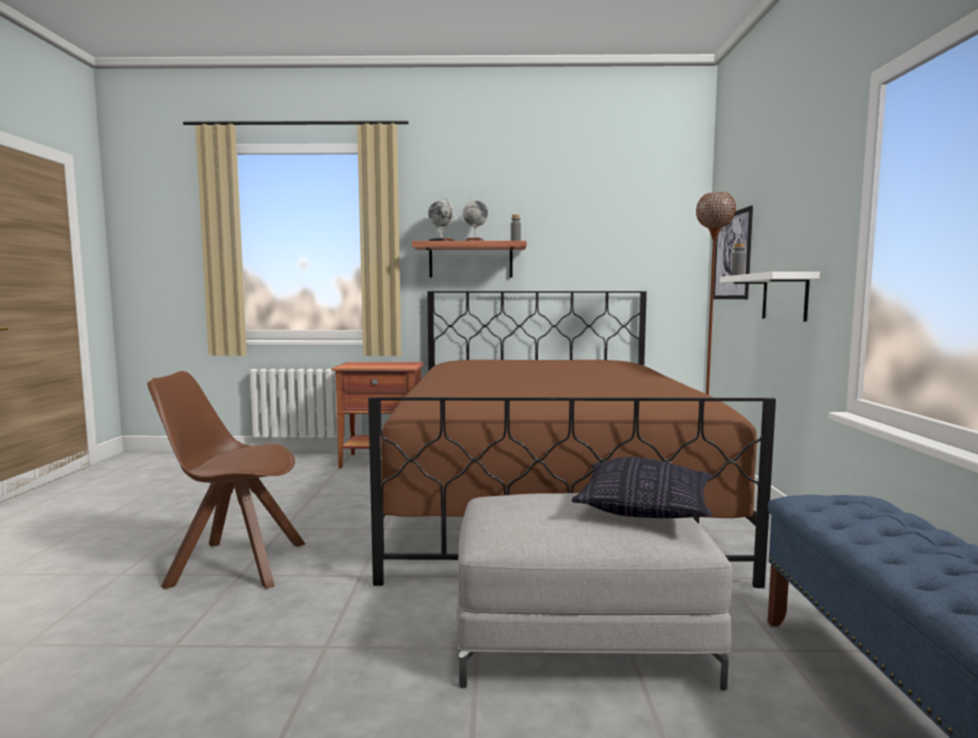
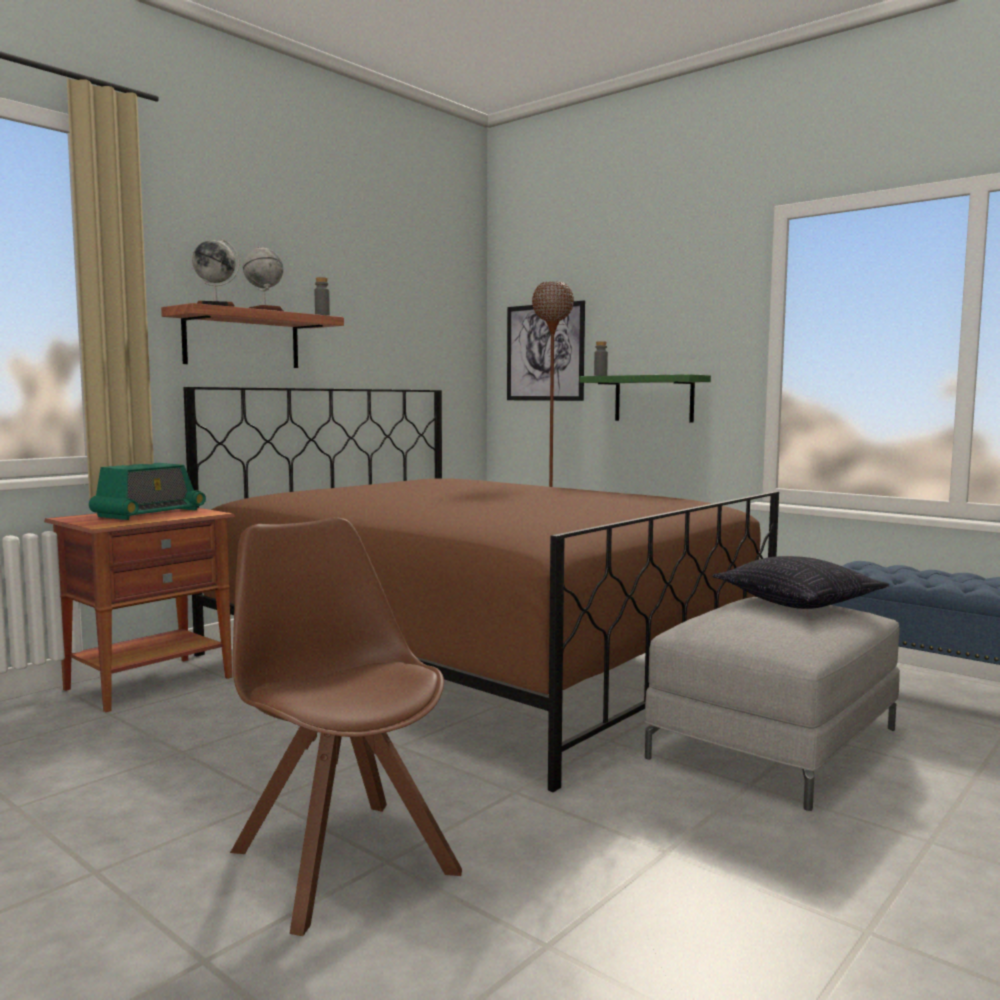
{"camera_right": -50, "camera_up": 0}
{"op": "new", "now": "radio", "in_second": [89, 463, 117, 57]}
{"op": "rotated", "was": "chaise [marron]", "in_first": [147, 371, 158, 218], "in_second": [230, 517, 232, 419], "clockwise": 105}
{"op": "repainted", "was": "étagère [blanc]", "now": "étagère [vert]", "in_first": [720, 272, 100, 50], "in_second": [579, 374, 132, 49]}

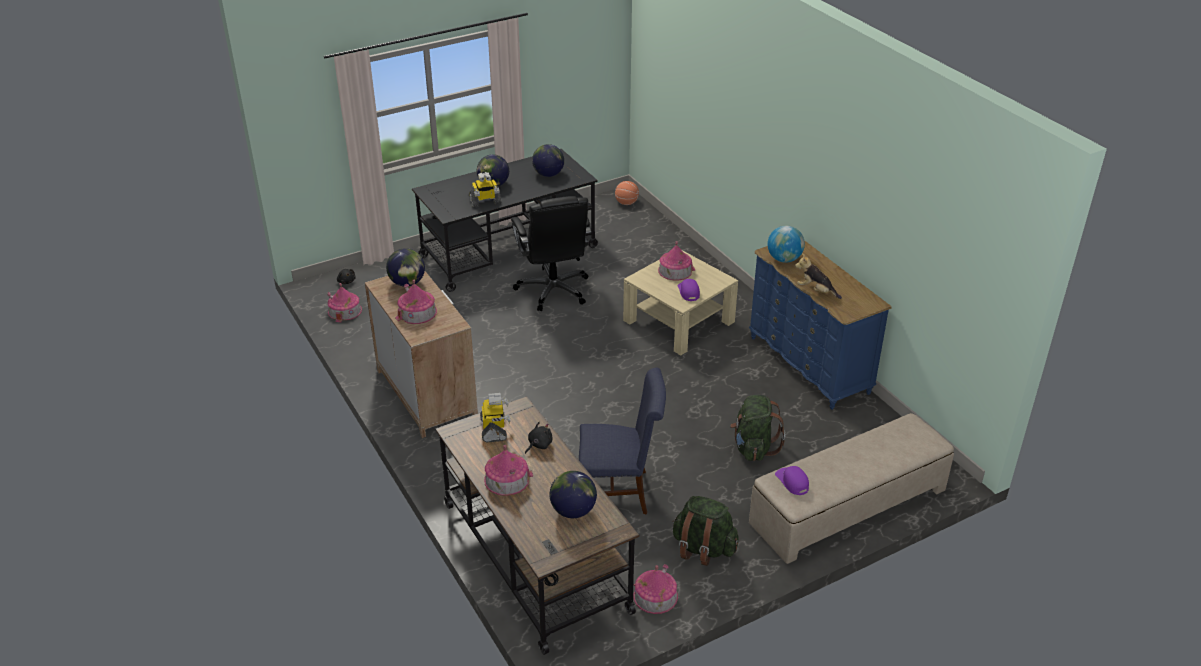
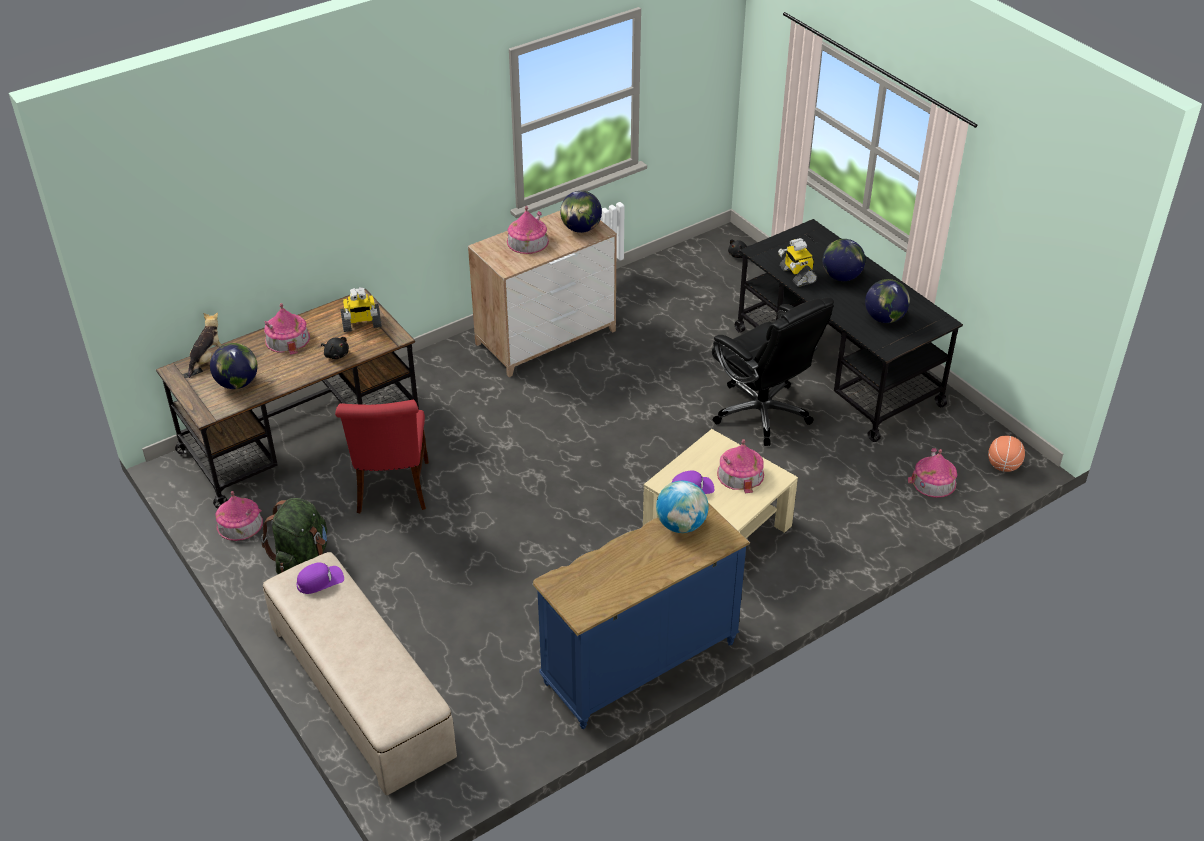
{"camera_right": 85, "camera_up": 5}
{"op": "shifted", "was": "peluche", "in_first": [795, 253, 47, 46], "in_second": [188, 313, 35, 65]}
{"op": "repainted", "was": "chaise [bleu]", "now": "chaise [rouge]", "in_first": [579, 367, 87, 147], "in_second": [335, 400, 94, 113]}
{"op": "rotated", "was": "chaise de bureau [noir]", "in_first": [511, 196, 80, 115], "in_second": [712, 297, 122, 149], "clockwise": -105}
{"op": "shifted", "was": "maison miniature", "in_first": [327, 283, 35, 40], "in_second": [908, 448, 49, 50]}
{"op": "gone", "was": "sac à dos [vert]", "in_first": [730, 395, 55, 66]}

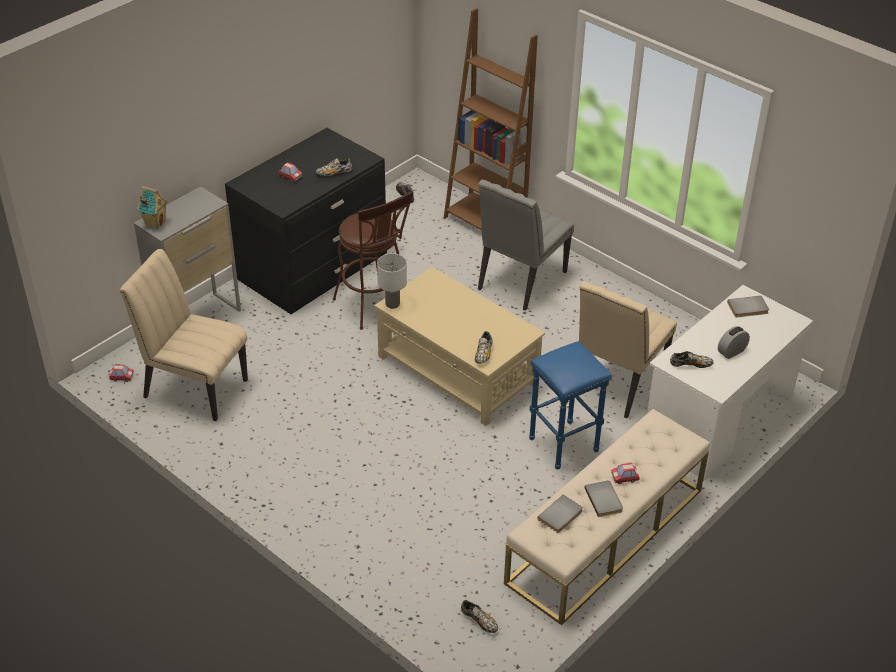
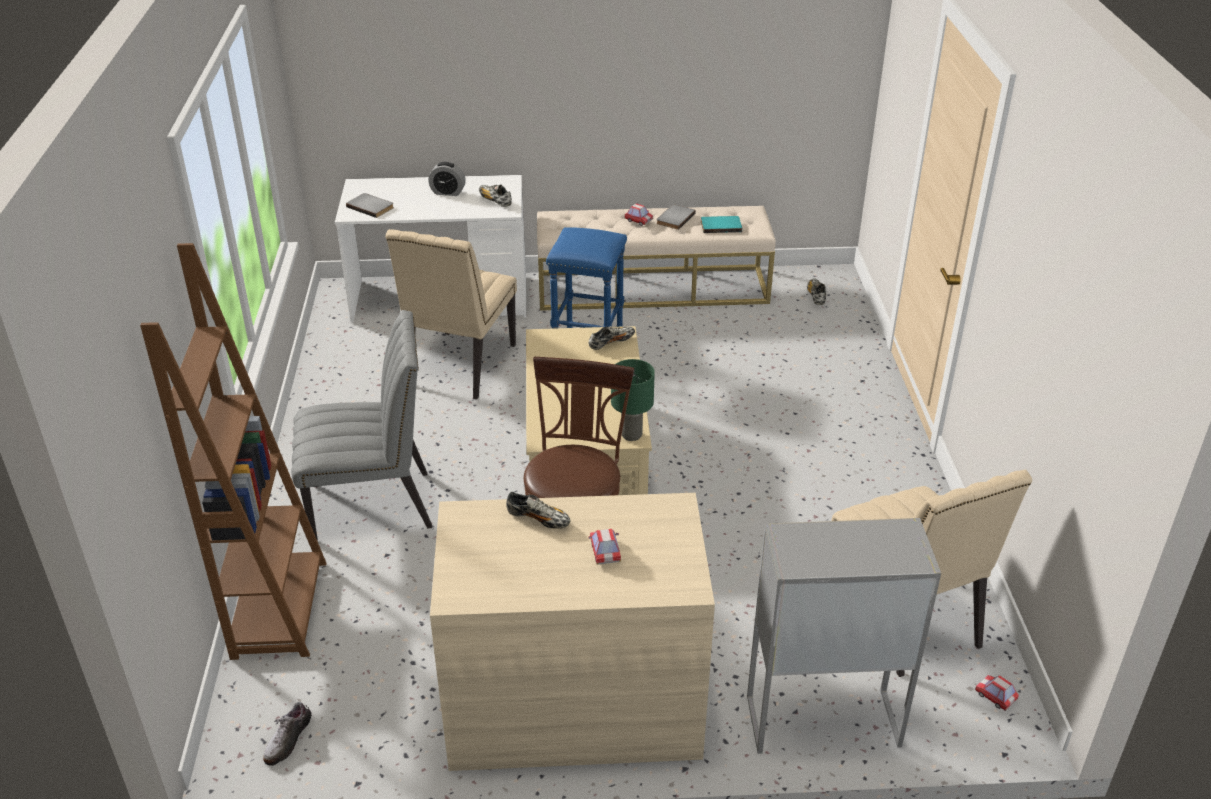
{"camera_right": -135, "camera_up": -5}
{"op": "rotated", "was": "chaise [beige]", "in_first": [579, 281, 98, 137], "in_second": [386, 229, 131, 171], "clockwise": 120}
{"op": "repainted", "was": "commode [noir]", "now": "commode [beige]", "in_first": [225, 128, 162, 186], "in_second": [430, 493, 285, 278]}
{"op": "repainted", "was": "lampe de table [blanc]", "now": "lampe de table [vert]", "in_first": [377, 253, 30, 56], "in_second": [611, 359, 44, 82]}
{"op": "repainted", "was": "livre [gris]", "now": "livre [turquoise]", "in_first": [537, 495, 46, 38], "in_second": [701, 216, 41, 17]}
{"op": "gone", "was": "maison miniature", "in_first": [137, 186, 31, 43]}

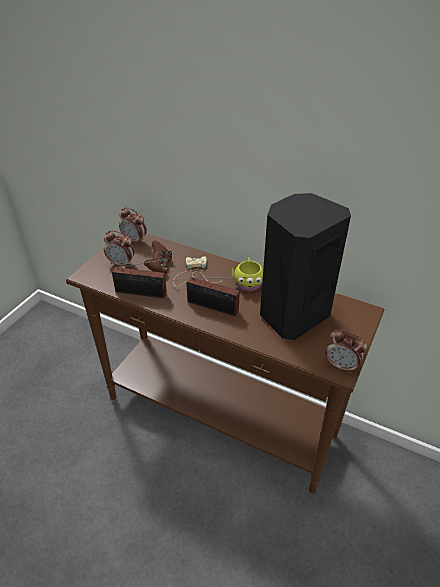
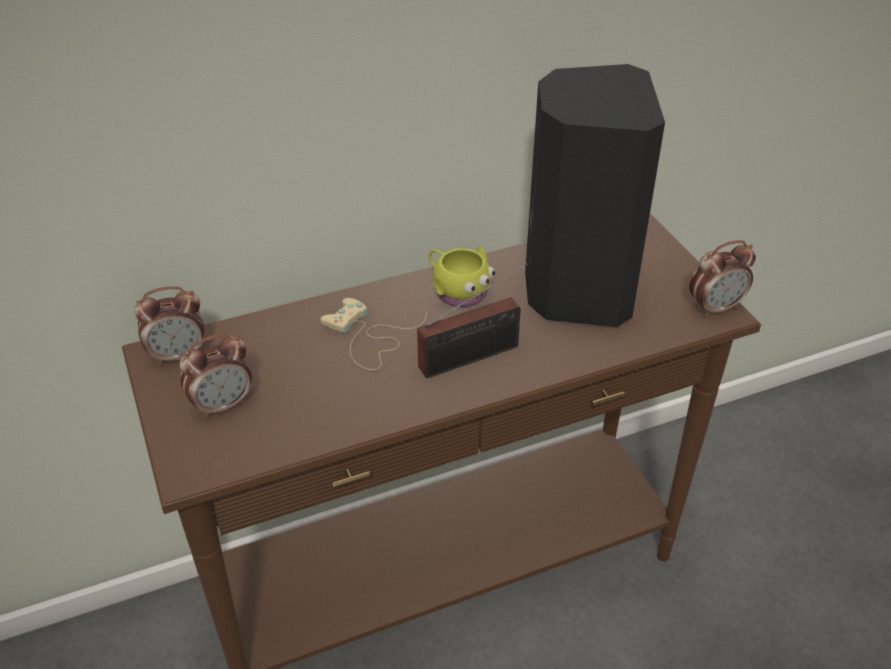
{"camera_right": -50, "camera_up": 0}
{"op": "gone", "was": "radio", "in_first": [112, 258, 57, 40]}
{"op": "gone", "was": "manette [marron]", "in_first": [144, 240, 28, 34]}

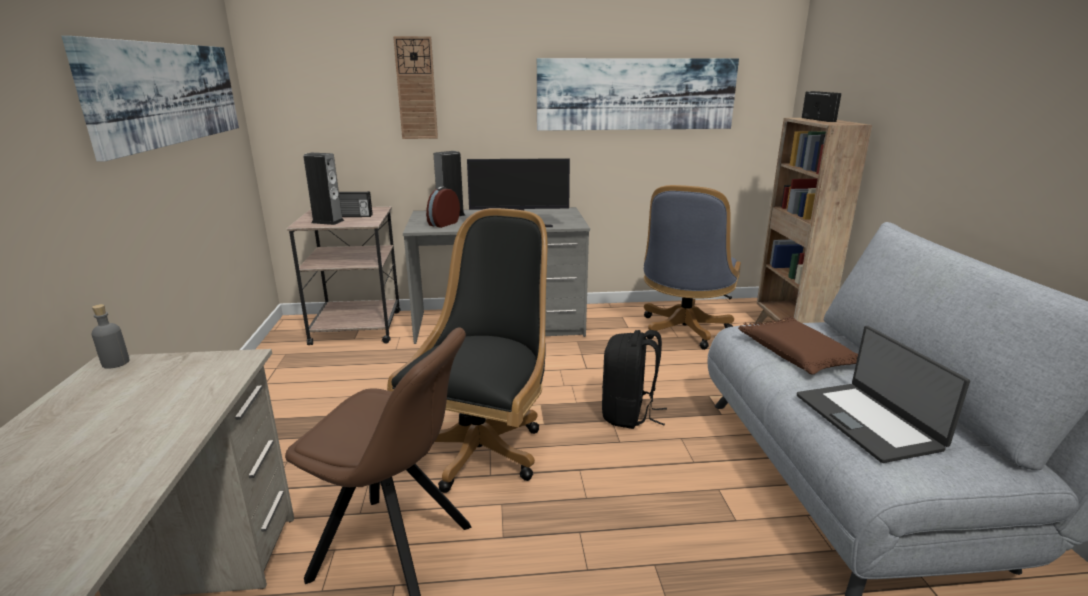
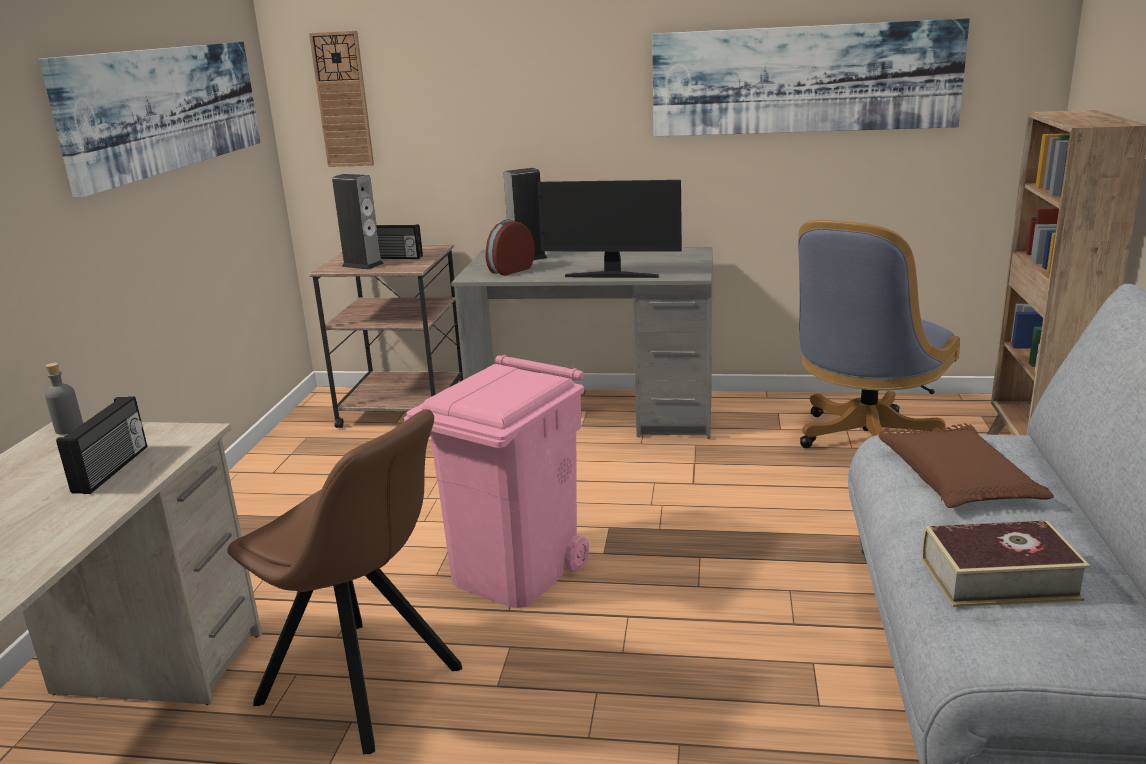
{"camera_right": 15, "camera_up": 0}
{"op": "shifted", "was": "radio", "in_first": [802, 91, 39, 31], "in_second": [56, 396, 91, 98]}
{"op": "shifted", "was": "horloge murale", "in_first": [393, 36, 45, 103], "in_second": [309, 31, 65, 136]}
{"op": "swapped", "was": "chaise de bureau [noir]", "now": "poubelle [rose]", "in_first": [387, 208, 160, 285], "in_second": [404, 355, 185, 253]}
{"op": "swapped", "was": "ordinateur portable", "now": "livre", "in_first": [797, 326, 173, 137], "in_second": [922, 520, 168, 87]}
{"op": "gone", "was": "sac à dos [noir]", "in_first": [602, 330, 65, 99]}

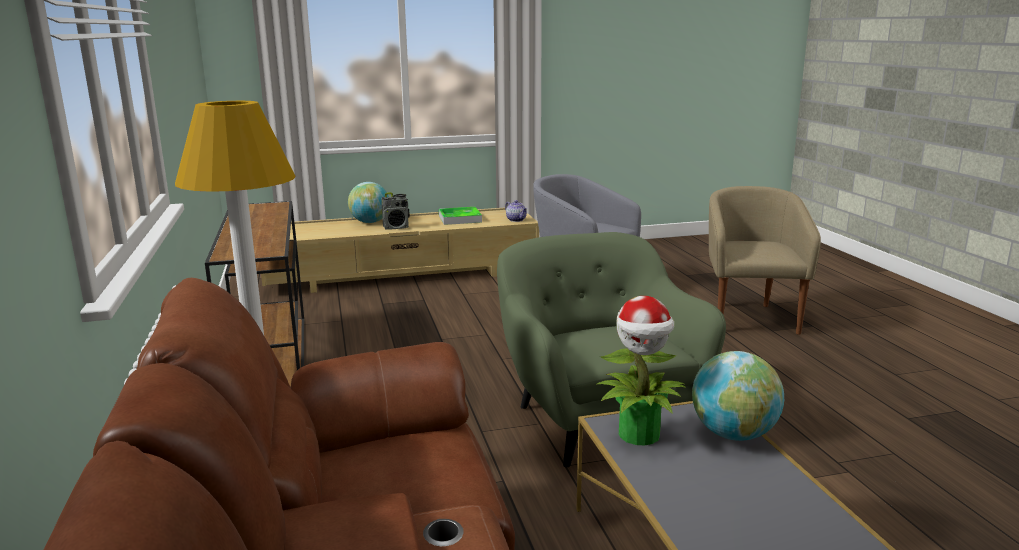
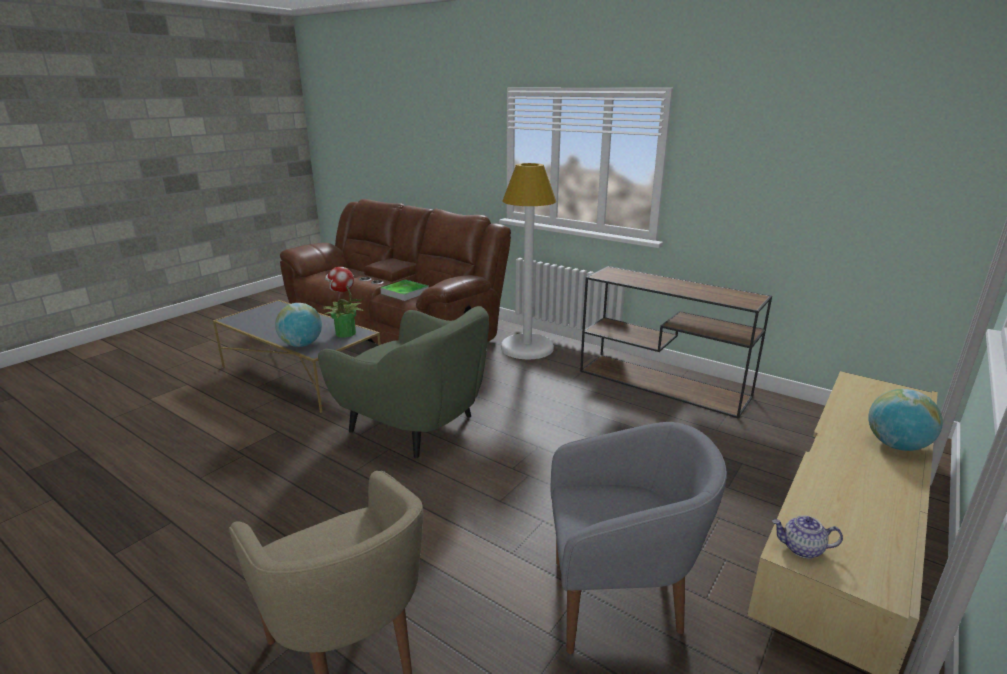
{"camera_right": 140, "camera_up": 5}
{"op": "shifted", "was": "plateau", "in_first": [439, 207, 43, 18], "in_second": [380, 279, 49, 22]}
{"op": "gone", "was": "radio", "in_first": [381, 192, 29, 38]}

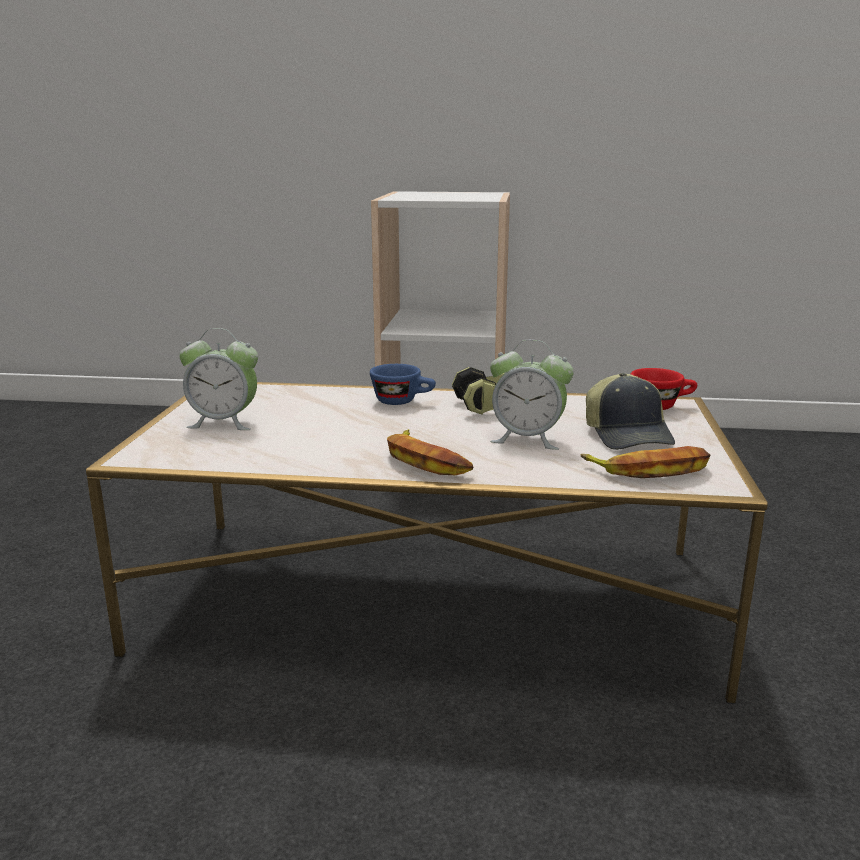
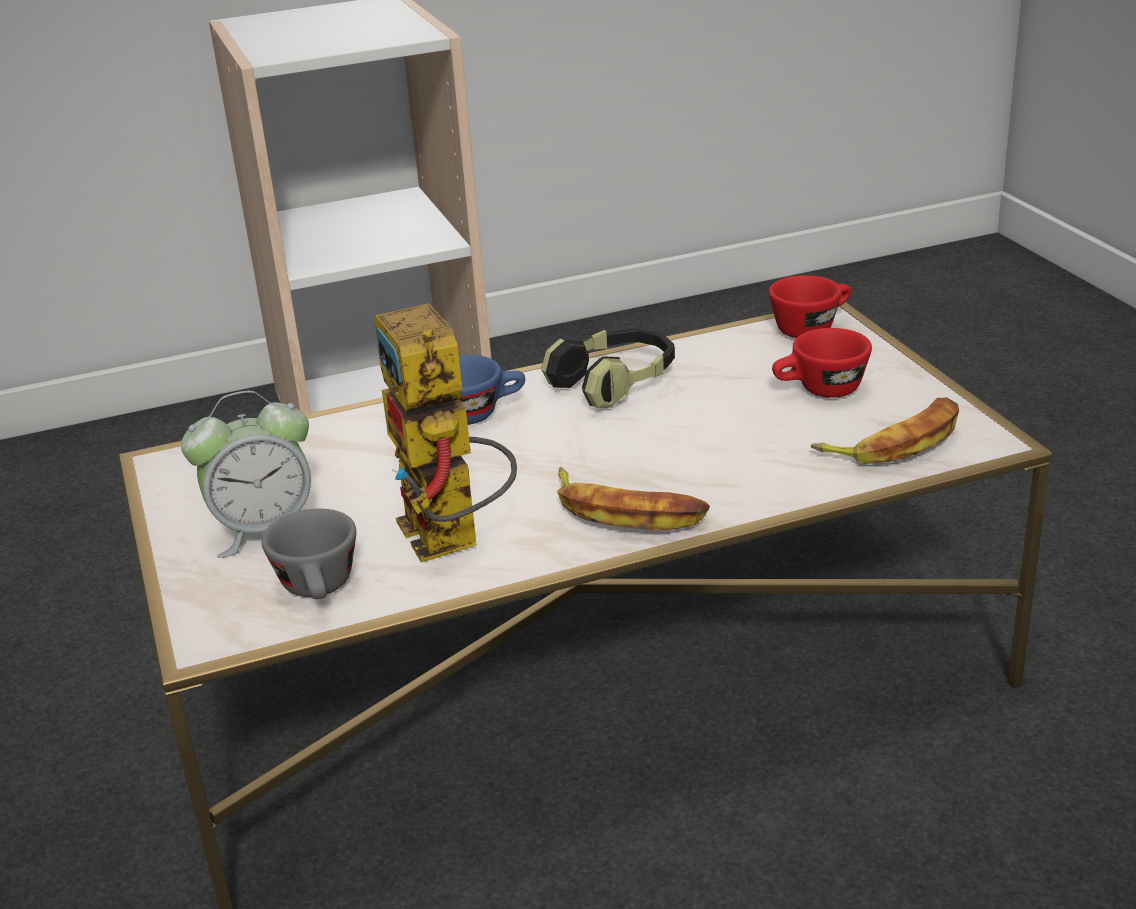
{"camera_right": -25, "camera_up": 10}
{"op": "new", "now": "tasse [gris]", "in_second": [262, 508, 94, 91]}
{"op": "new", "now": "robot jouet", "in_second": [374, 303, 143, 260]}
{"op": "swapped", "was": "casquette", "now": "tasse [rouge]", "in_first": [586, 373, 89, 77], "in_second": [772, 328, 100, 70]}
{"op": "gone", "was": "réveil", "in_first": [490, 340, 84, 110]}

